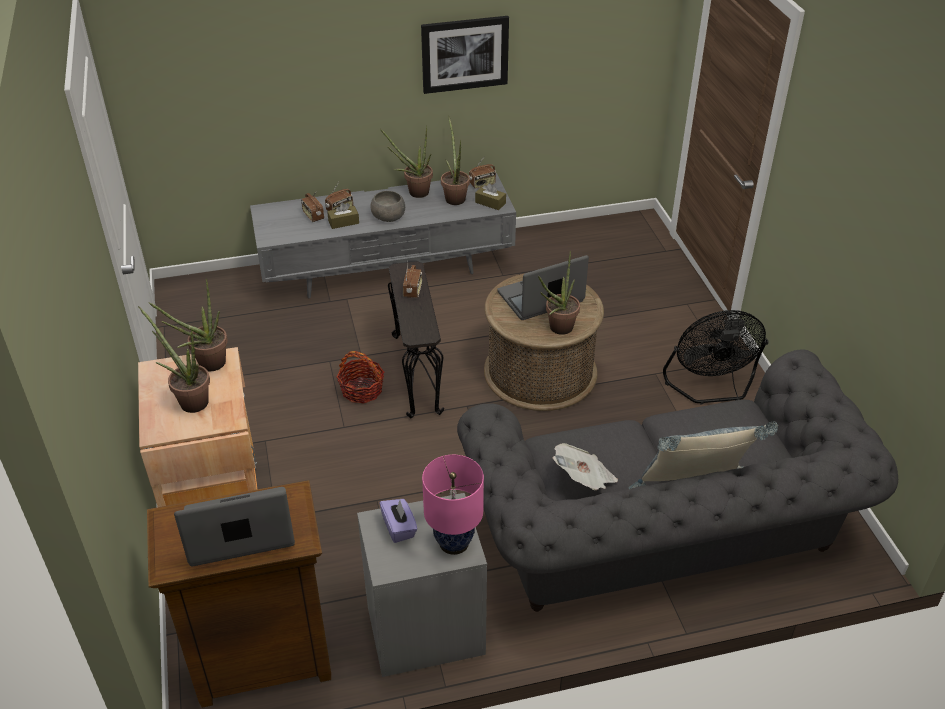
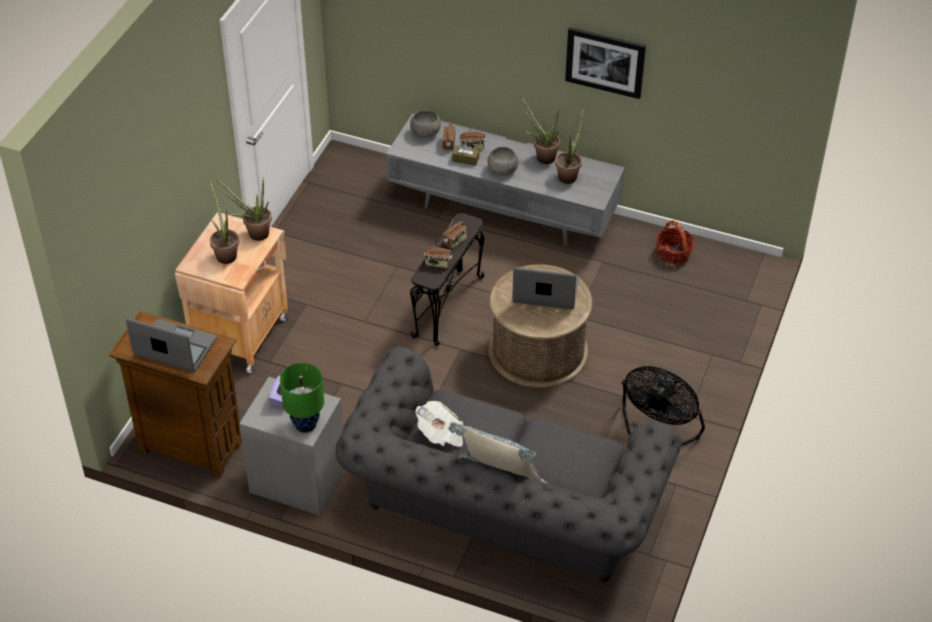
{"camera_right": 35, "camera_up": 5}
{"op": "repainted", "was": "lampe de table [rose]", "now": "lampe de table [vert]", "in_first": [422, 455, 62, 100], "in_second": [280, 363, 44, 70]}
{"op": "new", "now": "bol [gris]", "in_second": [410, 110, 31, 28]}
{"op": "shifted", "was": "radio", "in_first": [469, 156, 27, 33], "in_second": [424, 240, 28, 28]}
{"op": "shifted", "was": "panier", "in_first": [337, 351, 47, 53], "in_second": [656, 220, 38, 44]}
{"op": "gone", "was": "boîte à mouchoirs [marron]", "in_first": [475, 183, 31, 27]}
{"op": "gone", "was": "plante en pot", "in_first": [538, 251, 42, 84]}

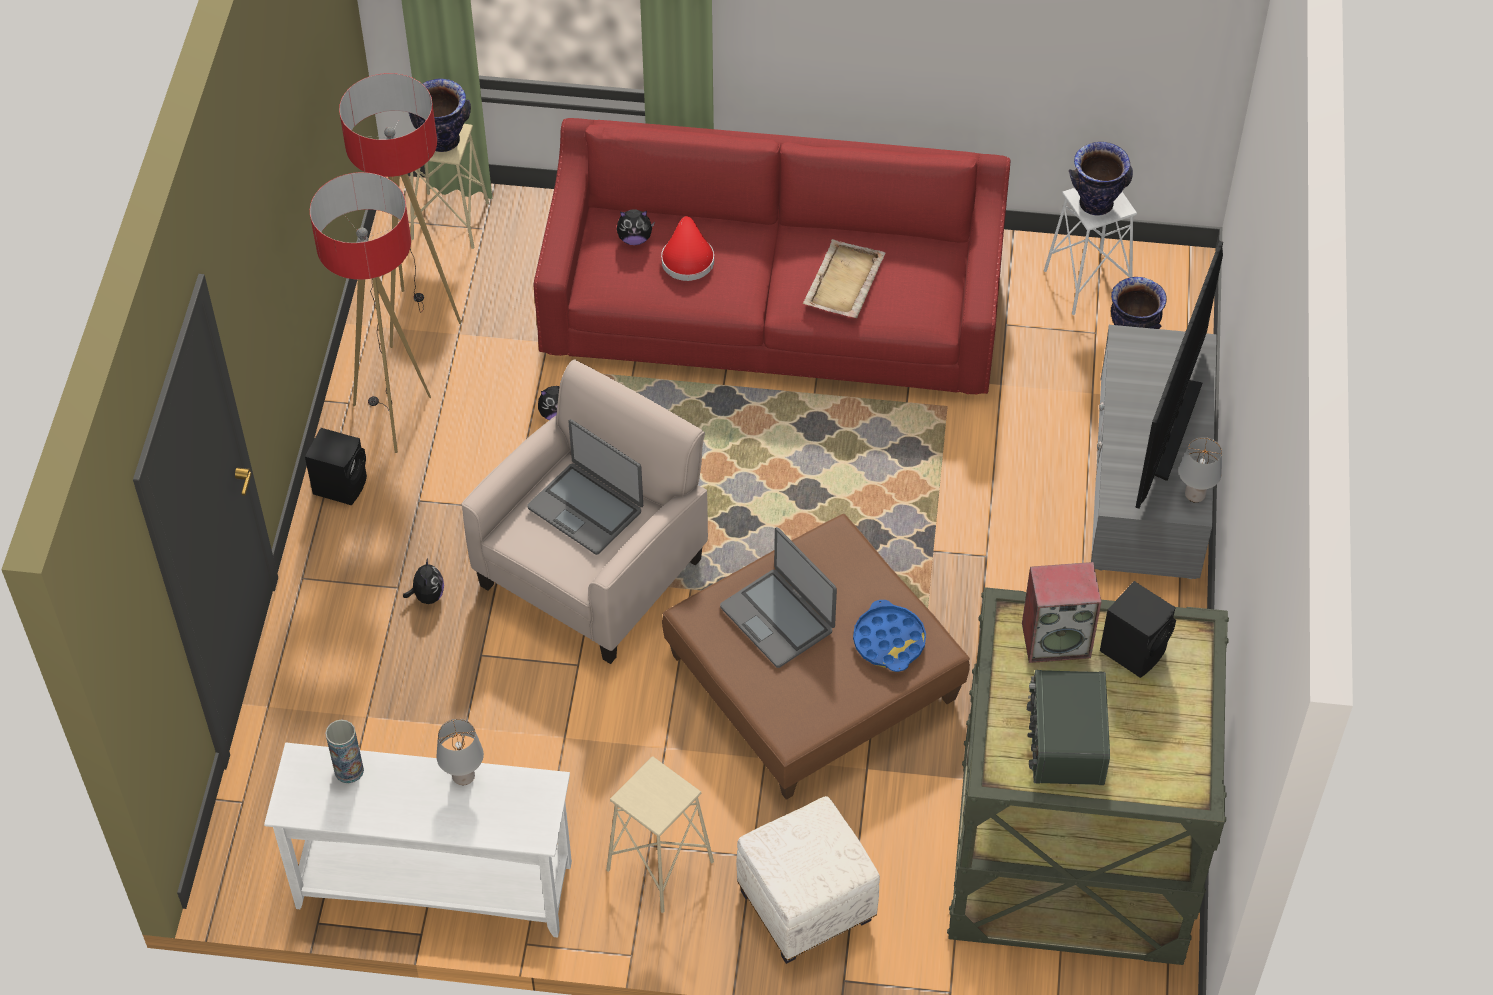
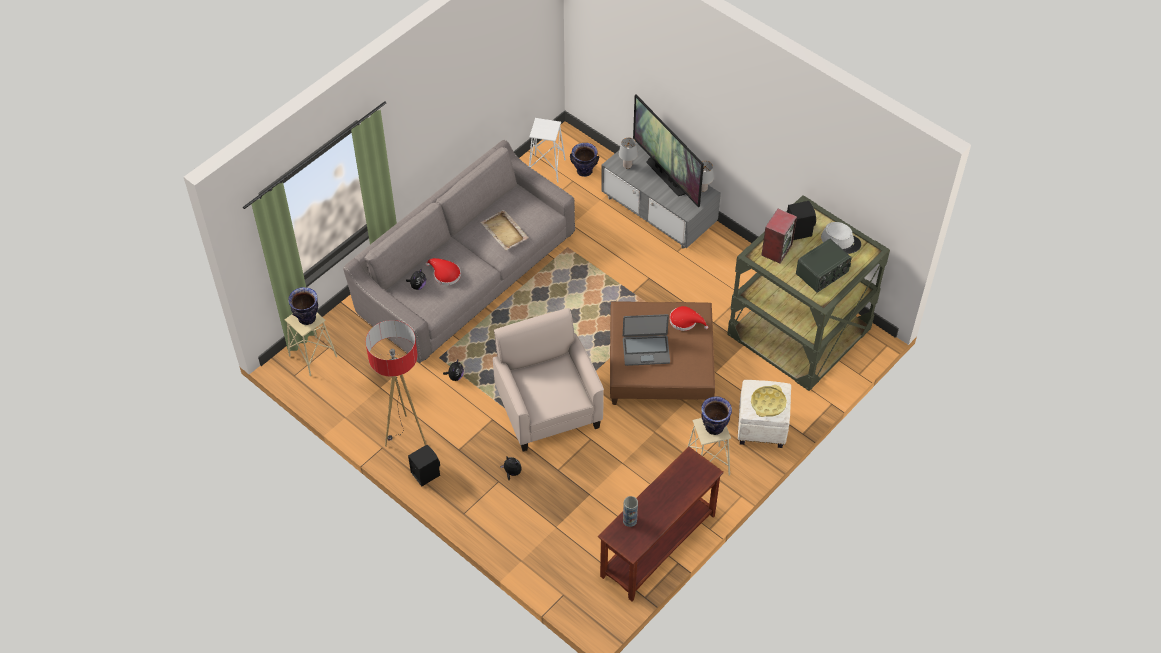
{"camera_right": -55, "camera_up": 0}
{"op": "repainted", "was": "canapé [rouge]", "now": "canapé [gris]", "in_first": [534, 118, 476, 276], "in_second": [343, 140, 232, 223]}
{"op": "repainted", "was": "table console [blanc]", "now": "table console [marron]", "in_first": [264, 742, 308, 196], "in_second": [598, 446, 126, 156]}
{"op": "shifted", "was": "lampe de table [gris]", "in_first": [436, 719, 48, 66], "in_second": [619, 138, 19, 31]}
{"op": "swapped", "was": "plateau [bleu]", "now": "chapeau [rouge]", "in_first": [853, 600, 73, 72], "in_second": [670, 306, 38, 25]}
{"op": "shifted", "was": "vase", "in_first": [1069, 142, 64, 73], "in_second": [701, 396, 31, 39]}
{"op": "new", "now": "plateau [jaune]", "in_second": [751, 385, 36, 32]}
{"op": "rotated", "was": "radio", "in_first": [1027, 670, 83, 115], "in_second": [796, 239, 56, 54], "clockwise": -75}
{"op": "new", "now": "chapeau [gris]", "in_second": [821, 222, 40, 32]}
{"op": "gone", "was": "lampadaire", "in_first": [339, 73, 122, 275]}
{"op": "gone", "was": "ordinateur portable", "in_first": [527, 419, 116, 136]}

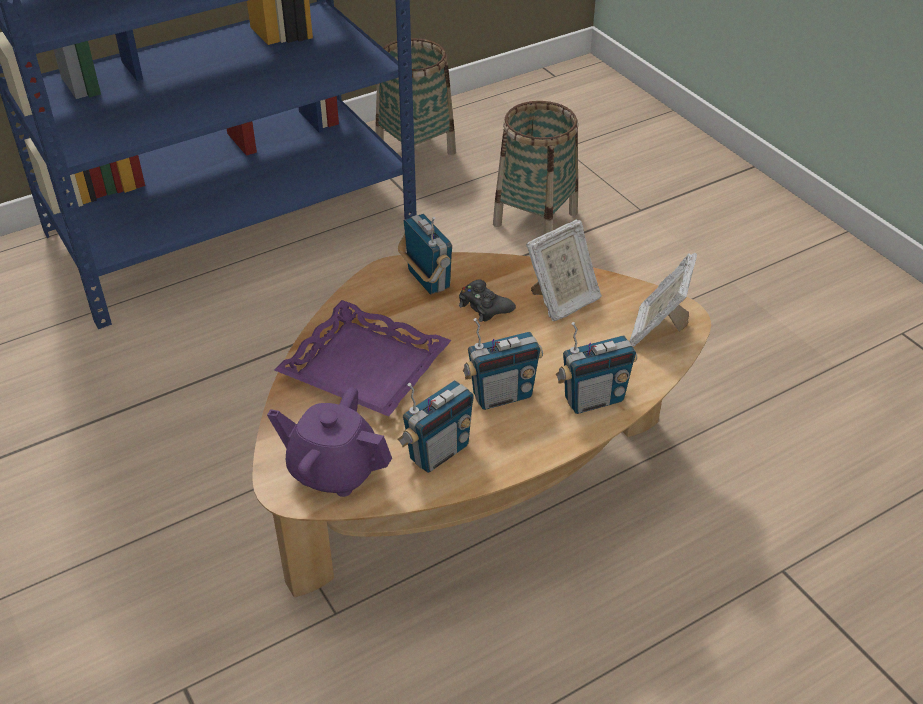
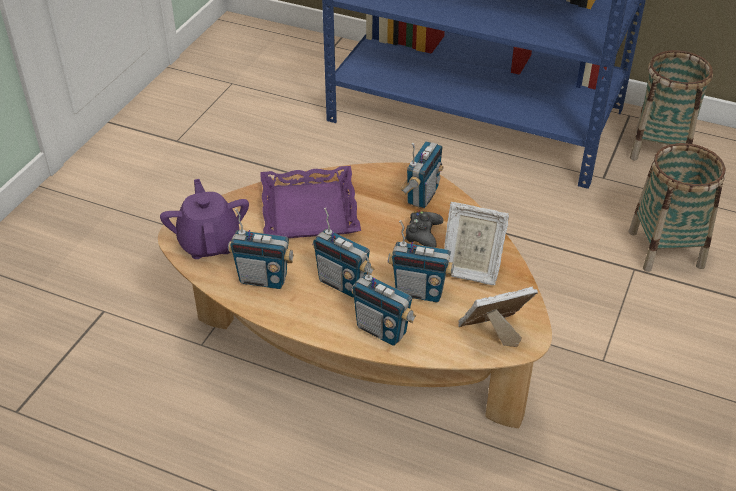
{"camera_right": 55, "camera_up": 0}
{"op": "new", "now": "radio", "in_second": [388, 220, 66, 82]}

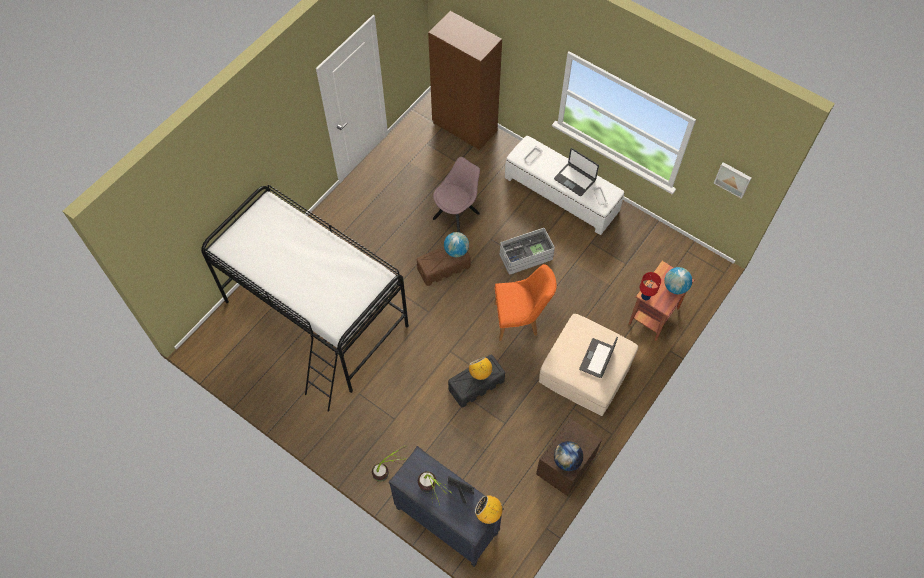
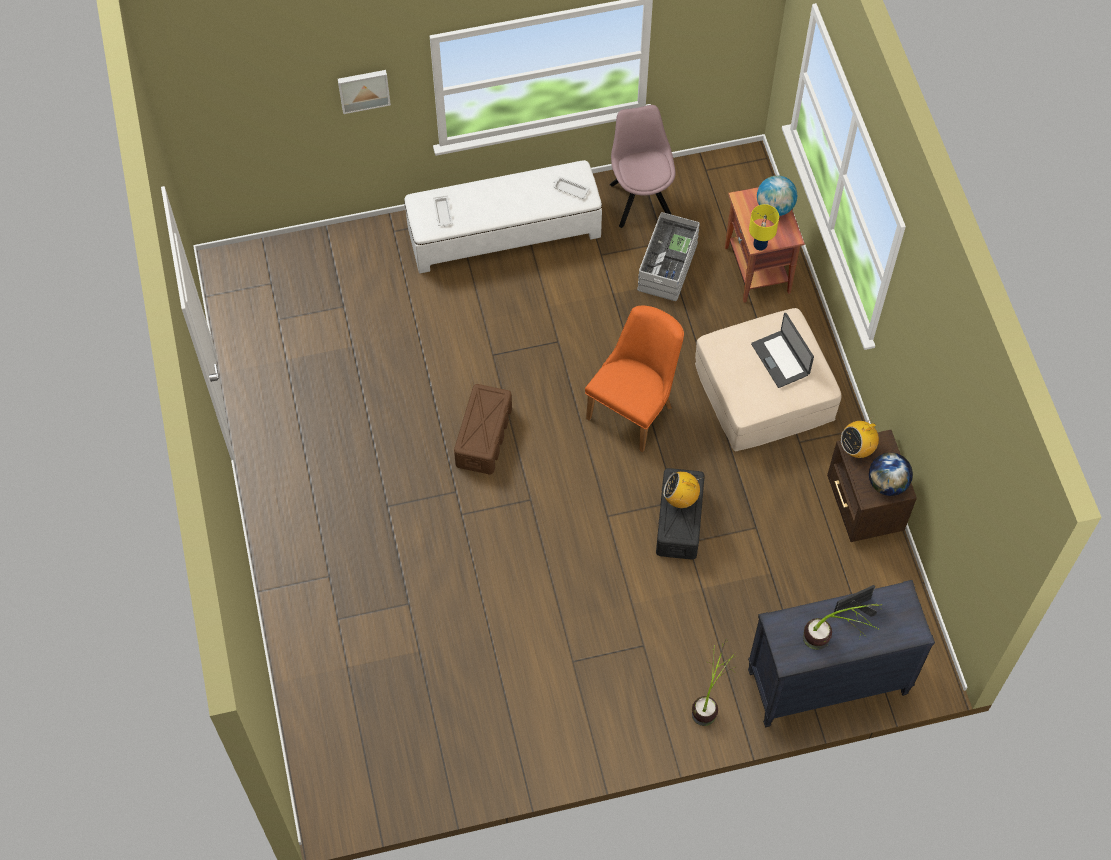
{"camera_right": -50, "camera_up": 0}
{"op": "shifted", "was": "tableau", "in_first": [714, 162, 37, 36], "in_second": [338, 70, 53, 44]}
{"op": "shifted", "was": "chaise [rose]", "in_first": [433, 157, 47, 75], "in_second": [610, 105, 66, 123]}
{"op": "shifted", "was": "boîte de rangement [gris]", "in_first": [499, 228, 56, 47], "in_second": [637, 212, 63, 89]}
{"op": "repainted", "was": "lampe de table [rouge]", "now": "lampe de table [jaune]", "in_first": [640, 272, 21, 28], "in_second": [749, 204, 30, 47]}
{"op": "shifted", "was": "radio", "in_first": [475, 495, 27, 29], "in_second": [841, 421, 38, 37]}
{"op": "gone", "was": "lit [noir]", "in_first": [201, 185, 208, 227]}
{"op": "gone", "was": "armoire [marron]", "in_first": [428, 11, 74, 140]}
{"op": "gone", "was": "globe", "in_first": [444, 232, 25, 25]}
{"op": "gone", "was": "ordinateur portable", "in_first": [554, 148, 45, 48]}

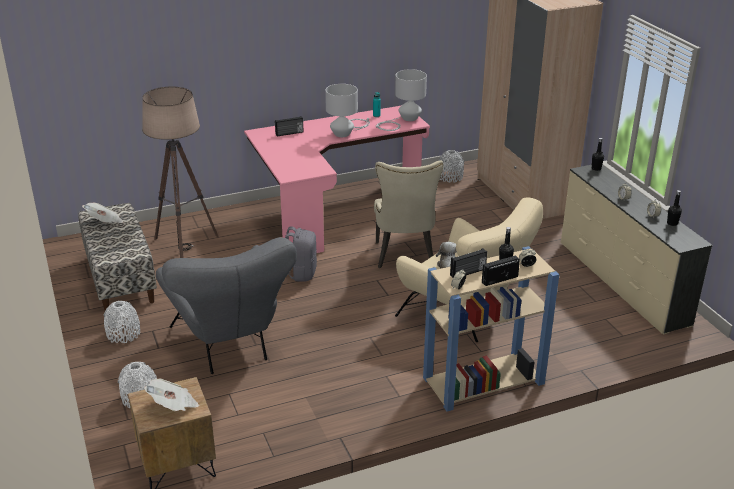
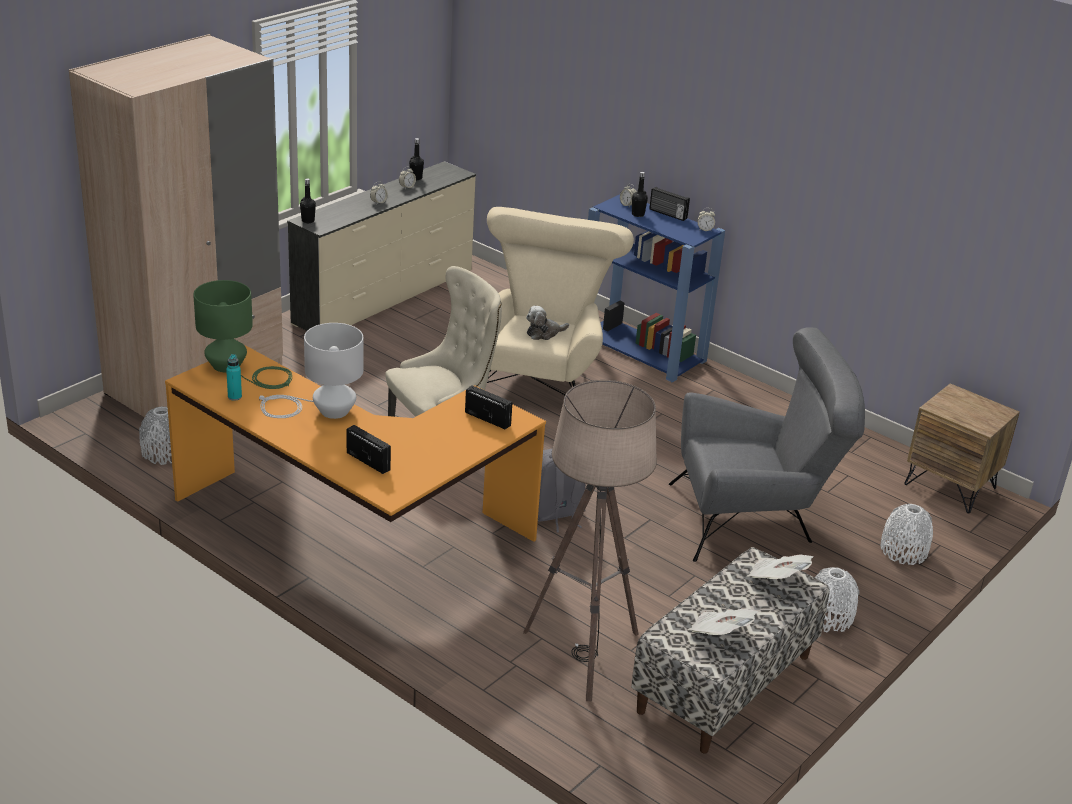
{"camera_right": -120, "camera_up": 0}
{"op": "repainted", "was": "bureau [rose]", "now": "bureau [orange]", "in_first": [244, 106, 186, 147], "in_second": [165, 345, 381, 197]}
{"op": "repainted", "was": "lampe de table [blanc]", "now": "lampe de table [vert]", "in_first": [375, 69, 52, 62], "in_second": [194, 280, 98, 109]}
{"op": "shifted", "was": "radio", "in_first": [450, 248, 37, 30], "in_second": [465, 385, 47, 44]}
{"op": "repainted", "was": "bibliothèque [beige]", "now": "bibliothèque [bleu]", "in_first": [423, 246, 136, 165], "in_second": [588, 195, 137, 188]}
{"op": "rotated", "was": "fauteuil [gris]", "in_first": [156, 237, 141, 137], "in_second": [669, 328, 196, 234], "clockwise": 45}
{"op": "shifted", "was": "journal", "in_first": [144, 378, 55, 33], "in_second": [747, 554, 66, 25]}

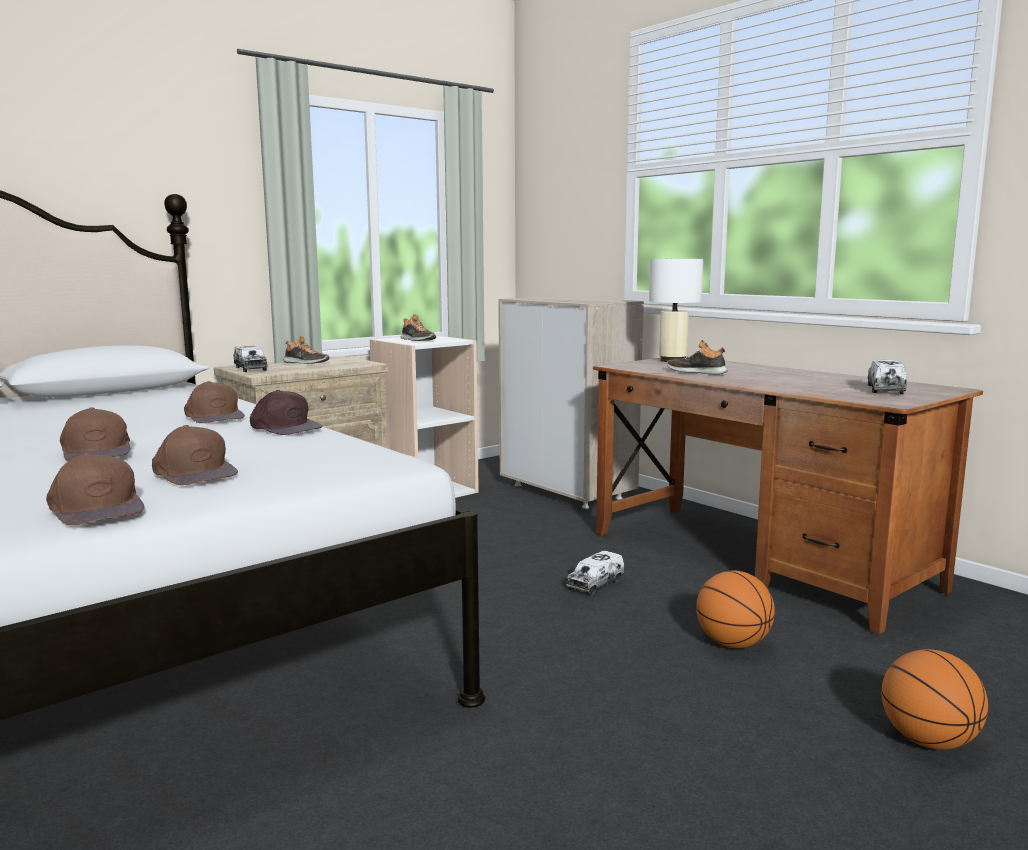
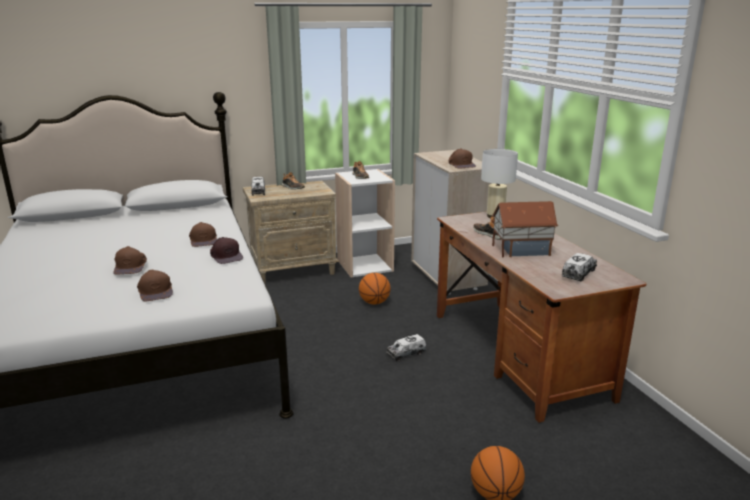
{"camera_right": 20, "camera_up": 10}
{"op": "shifted", "was": "ballon de basket", "in_first": [696, 571, 79, 77], "in_second": [359, 273, 32, 31]}
{"op": "shifted", "was": "casquette [marron]", "in_first": [46, 453, 99, 72], "in_second": [449, 149, 27, 20]}
{"op": "new", "now": "maison miniature", "in_second": [492, 201, 66, 56]}

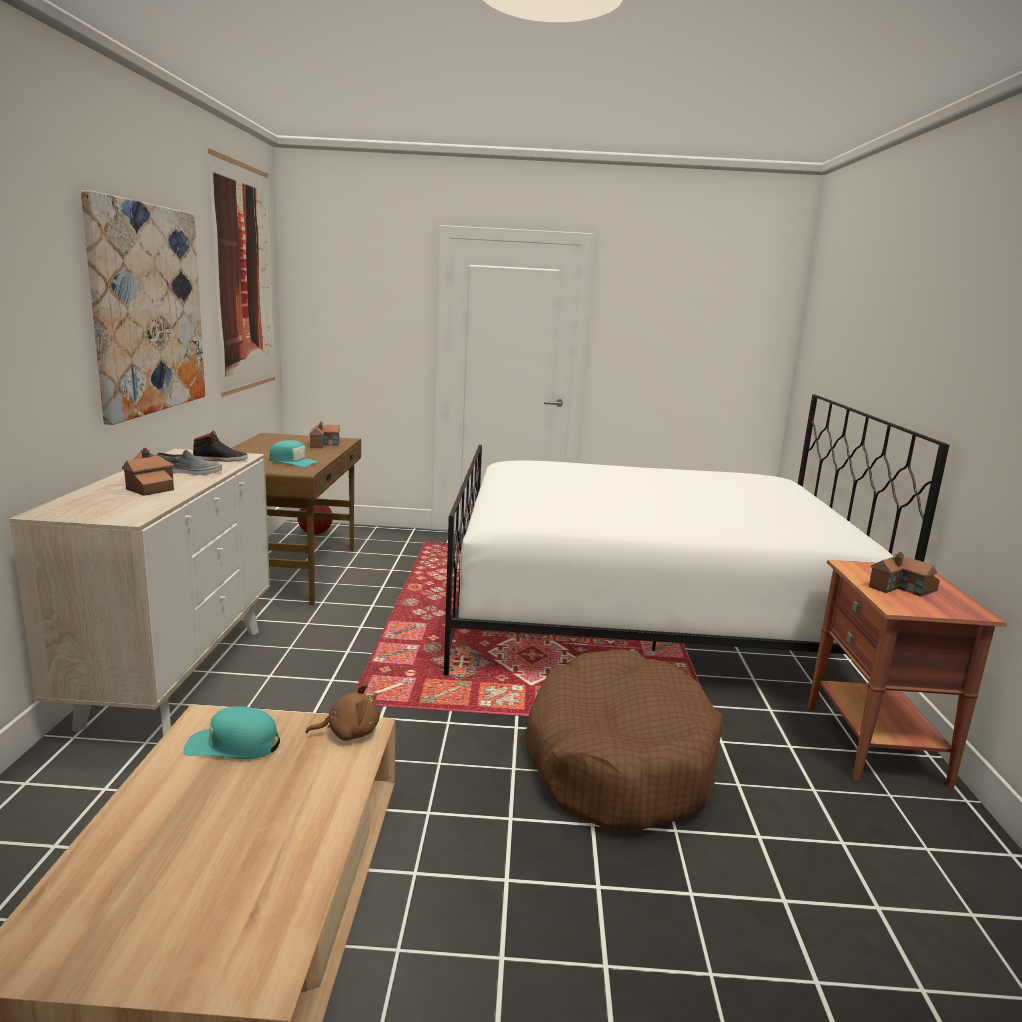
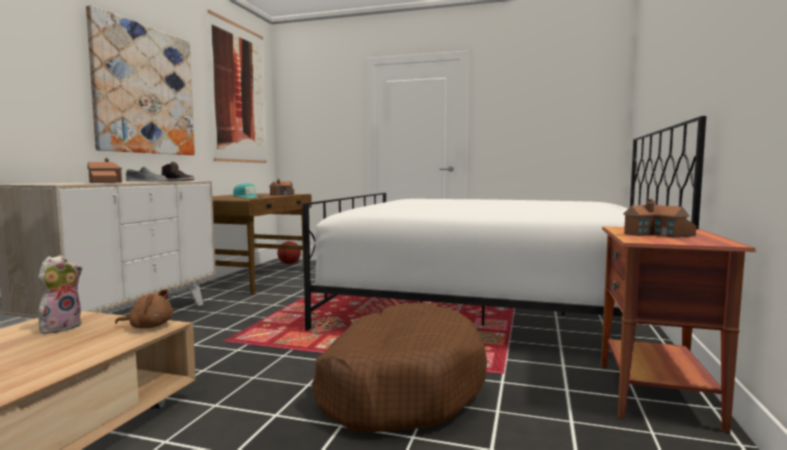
{"camera_right": 15, "camera_up": -10}
{"op": "swapped", "was": "casquette [turquoise]", "now": "peluche", "in_first": [183, 706, 97, 53], "in_second": [38, 255, 44, 79]}

